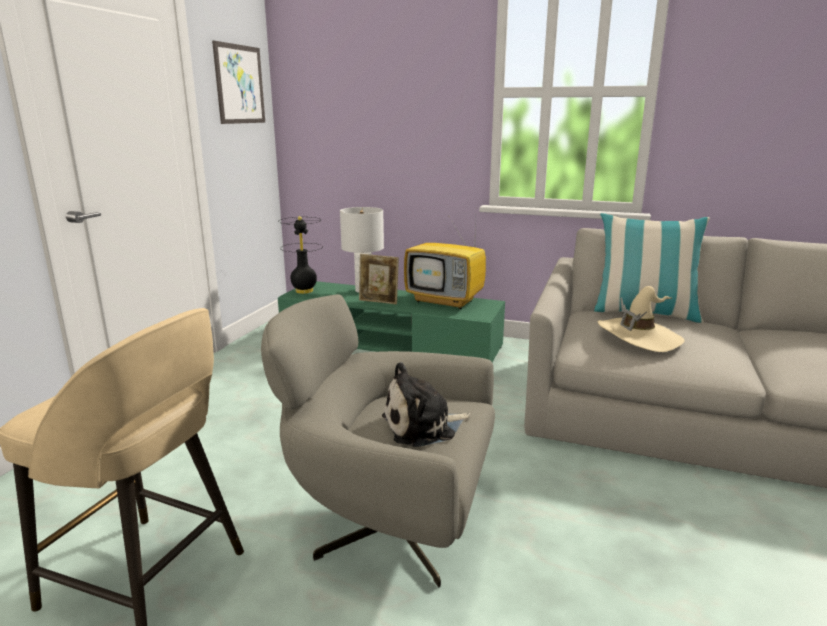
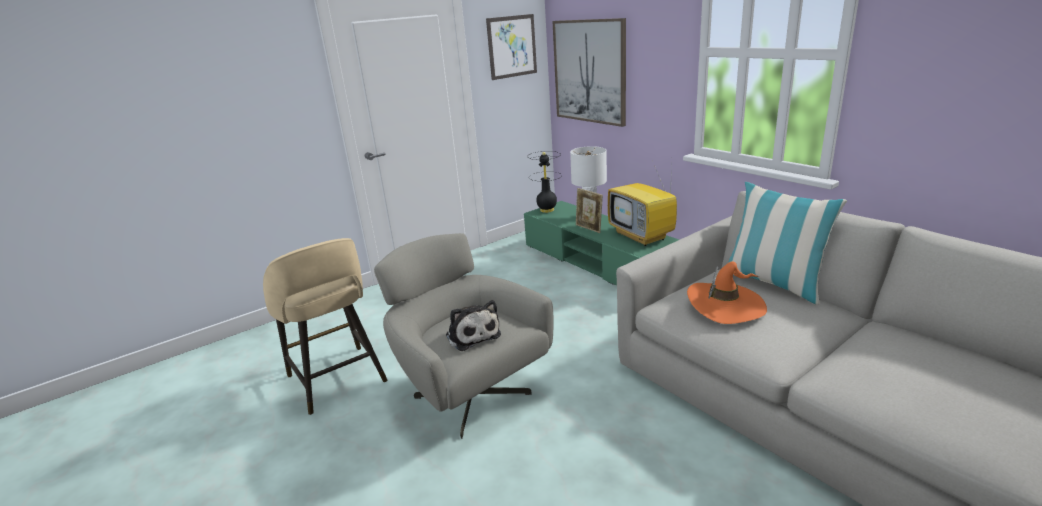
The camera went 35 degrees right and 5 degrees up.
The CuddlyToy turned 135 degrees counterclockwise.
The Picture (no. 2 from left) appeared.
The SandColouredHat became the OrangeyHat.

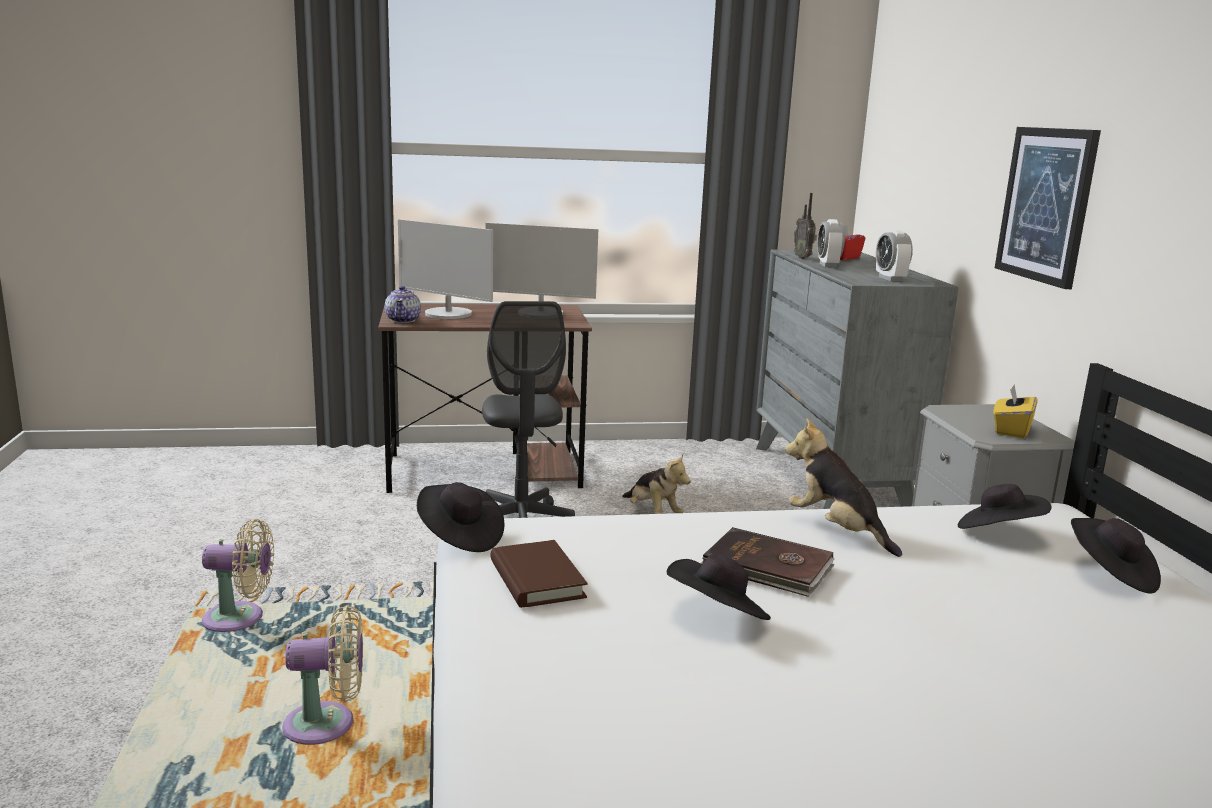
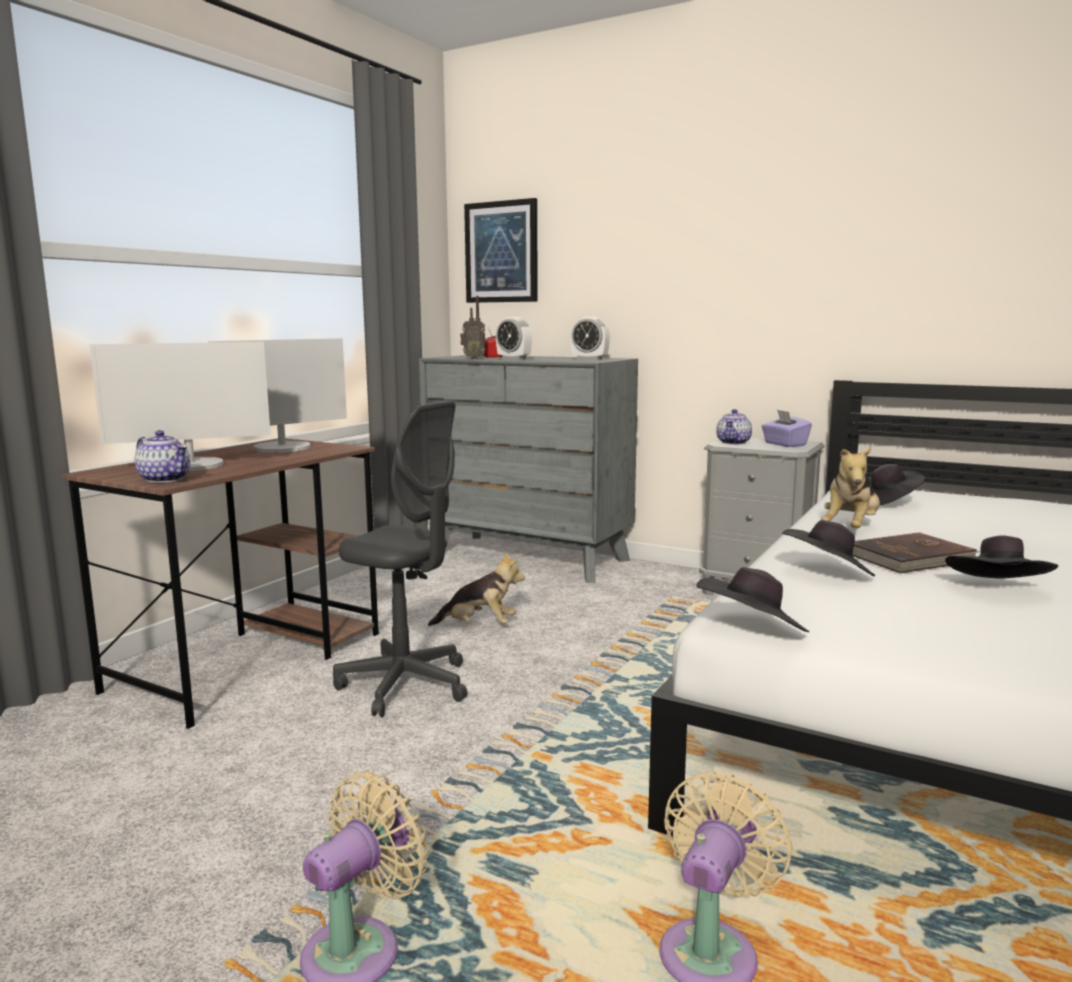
The camera went 50 degrees left and 5 degrees down.
The Picture moved.
The TeaPot (no. 2 from left) appeared.
The YellowColouredBoxOfTissues became the PurpleColouredBoxOfTissues.
The BlackHat (no. 4 from left in the first image) moved.
The CuddlyToy (no. 2 from left) turned 60 degrees counterclockwise.
The BrownColouredVolume (no. 1 from left) disappeared.

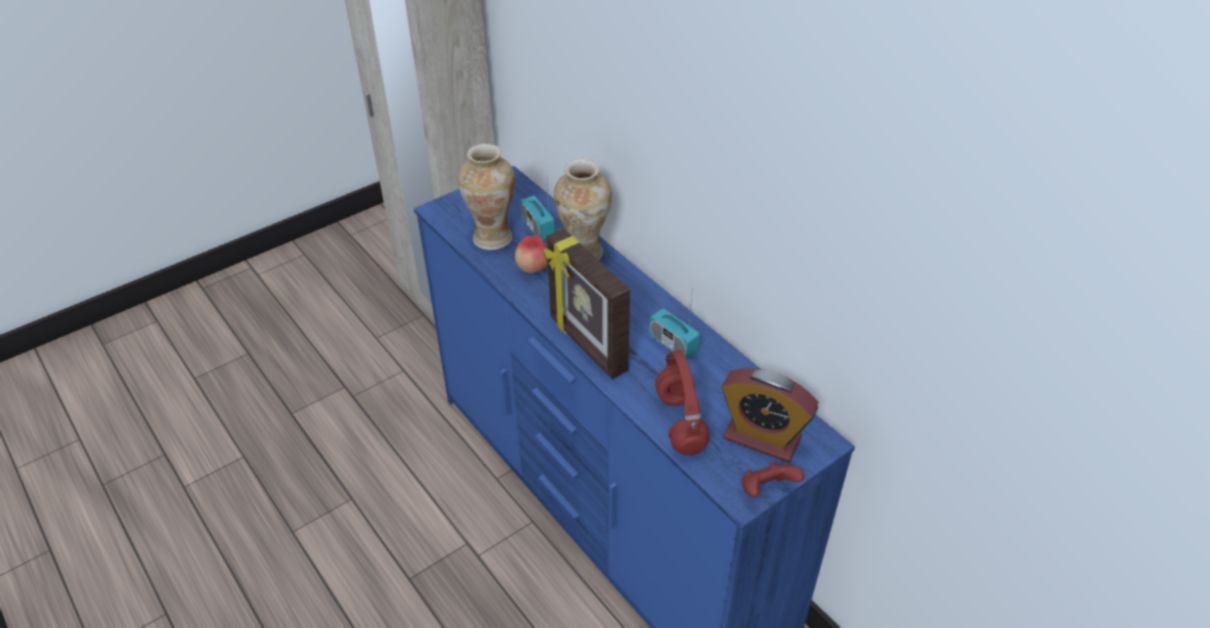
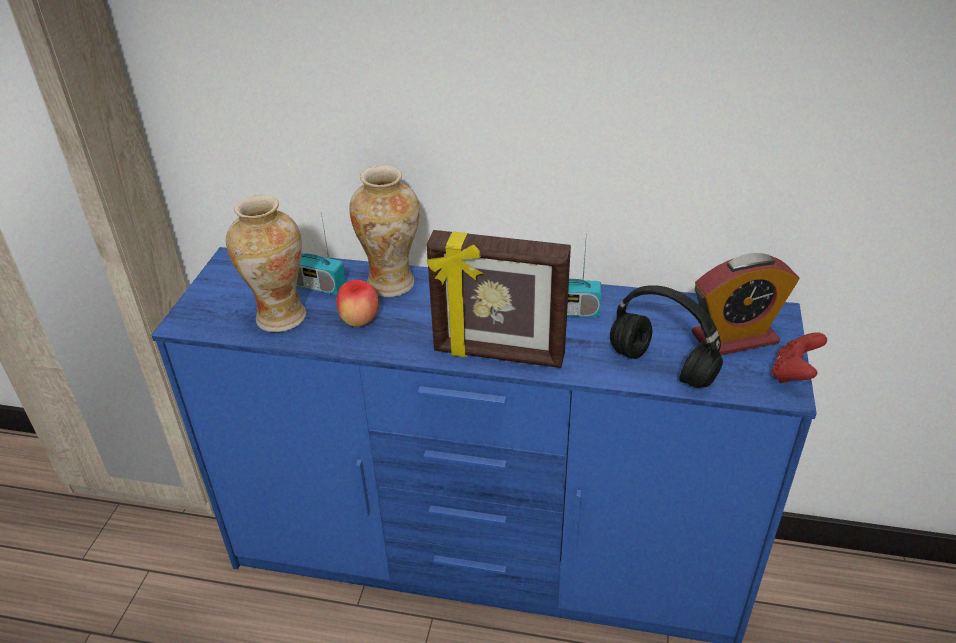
The camera went 40 degrees left and 5 degrees down.
The RedColouredHeadset became the BlackHeadset.

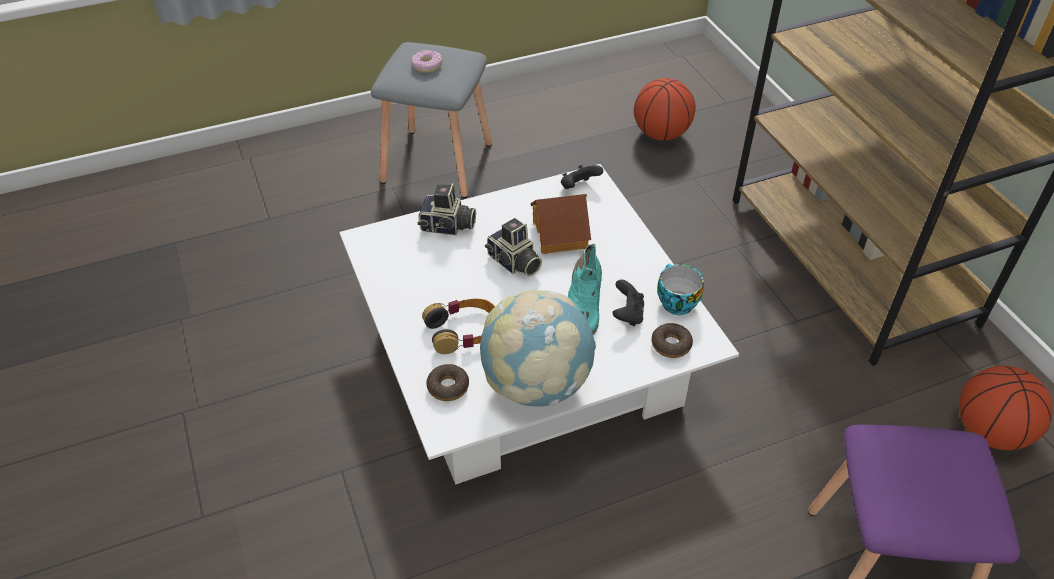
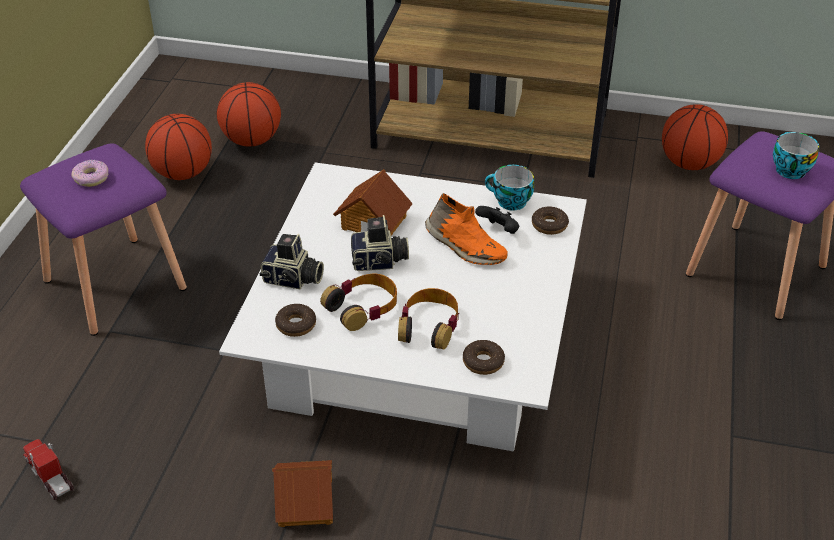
The camera went 55 degrees left and 5 degrees down.
The GreyishStool became the PurpleColouredStool (no. 1 from left).
The ToyLorry appeared.
The BasketballBall (no. 1 from left) appeared.
The StillCamera (no. 1 from left) turned 60 degrees clockwise.
The ModelHouse (no. 1 from left) appeared.
The Doughnut (no. 2 from left) appeared.
The Headset (no. 1 from left) appeared.
The TurquoiseShoe became the OrangeyShoe.
The DrinkingCup (no. 2 from left) appeared.
The DeskGlobe disappeared.
The BlackGamepad (no. 1 from left) disappeared.

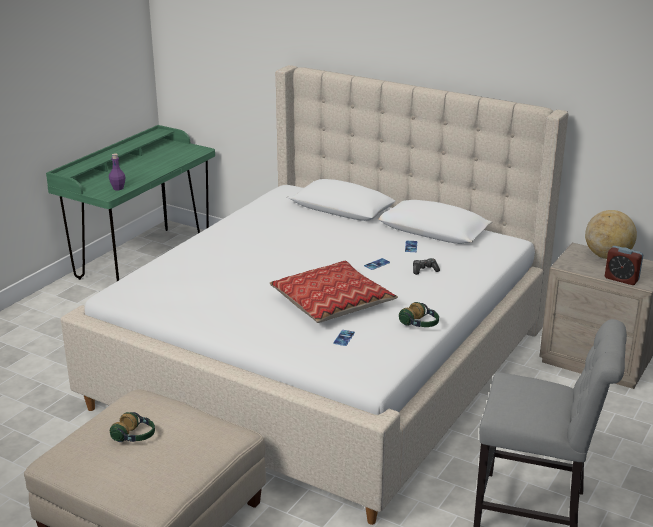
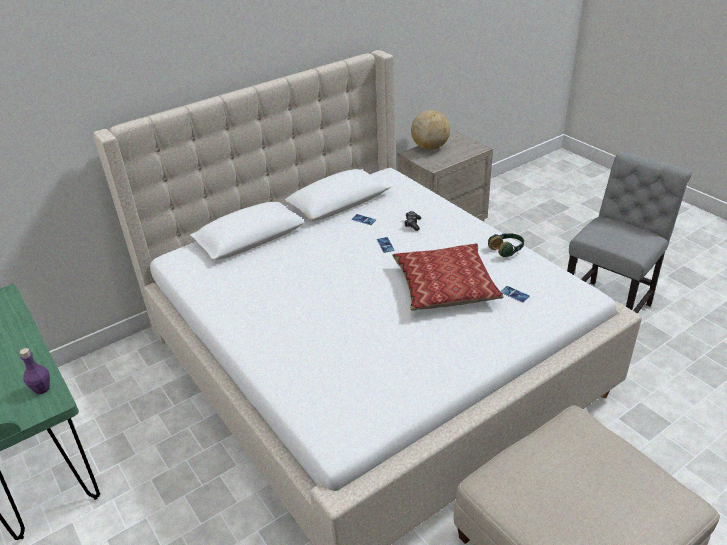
The camera went 65 degrees left and 10 degrees up.
The Headset (no. 1 from left) disappeared.
The AlarmClock disappeared.

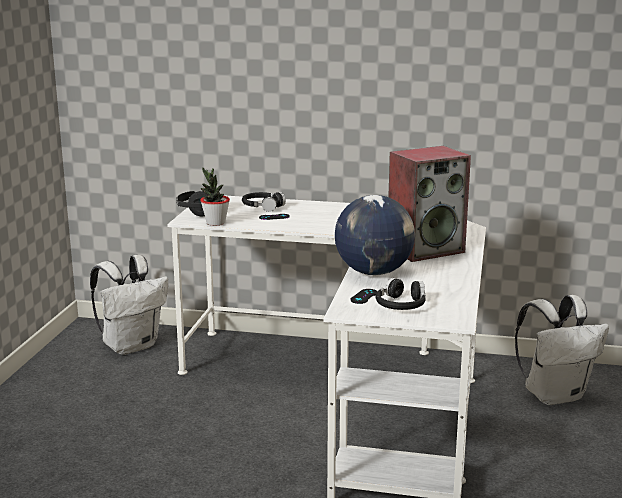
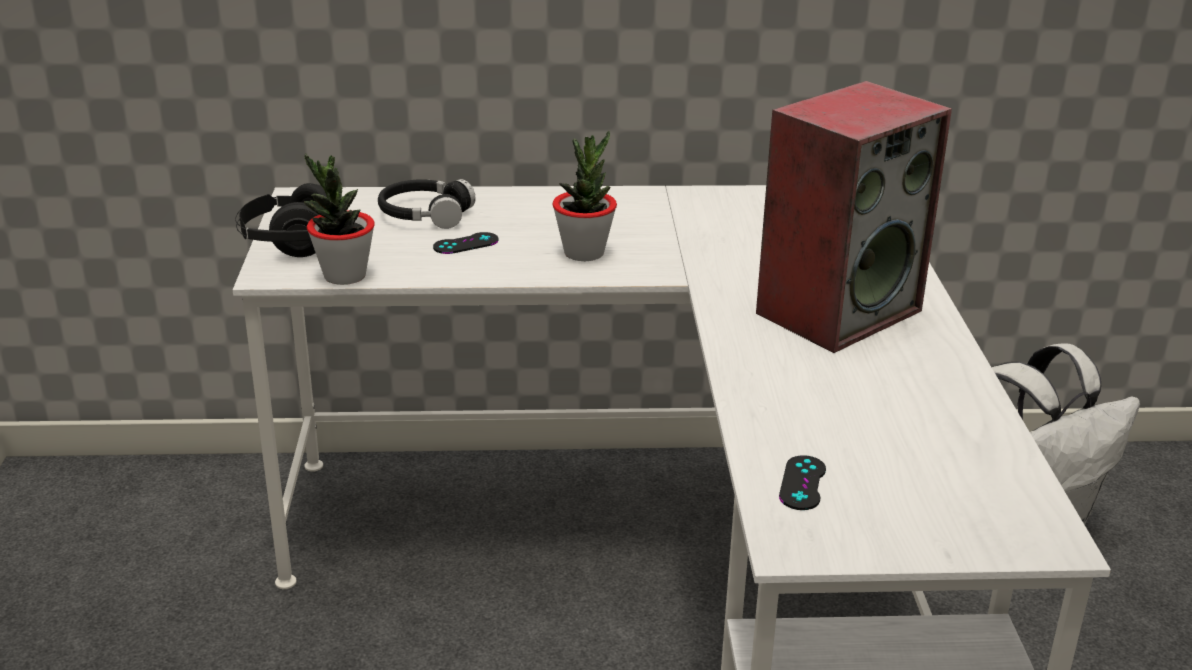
The camera went 15 degrees left and 10 degrees up.
The PlantInAPot (no. 2 from left) appeared.
The WhiteColouredKnapsack (no. 1 from left) disappeared.
The DeskGlobe disappeared.
The BlackHeadset (no. 3 from left) disappeared.

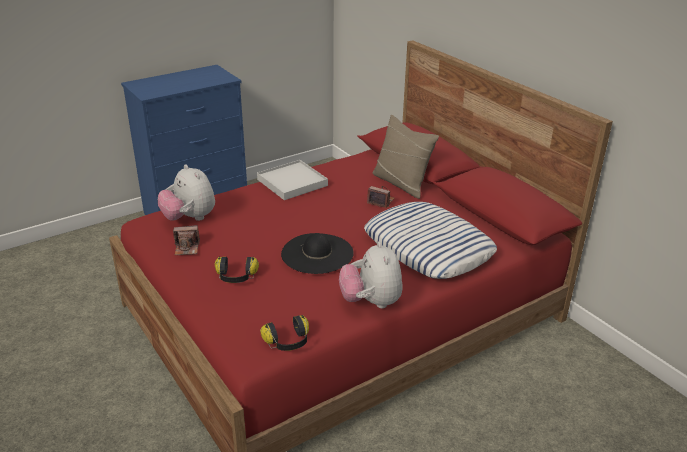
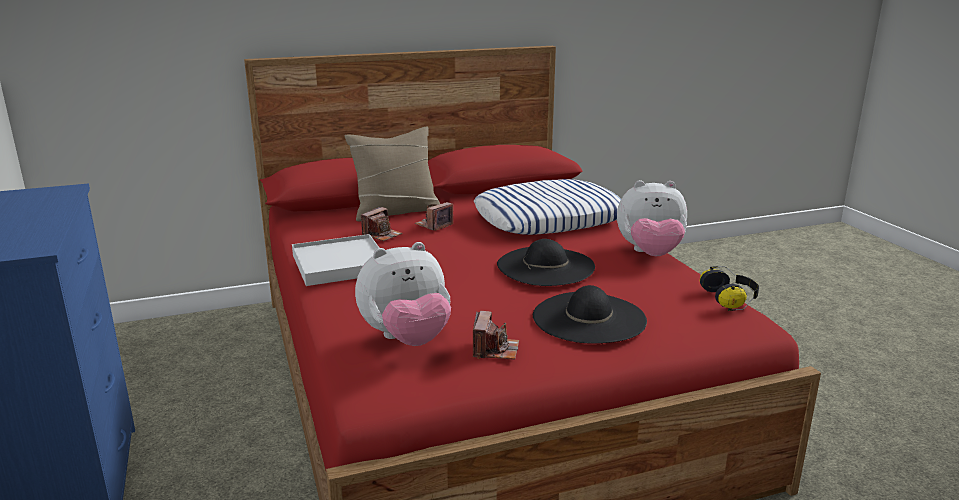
The camera went 75 degrees left and 10 degrees down.
The StillCamera (no. 1 from left) appeared.
The Headset (no. 1 from left) was replaced by the BlackHat (no. 2 from left).

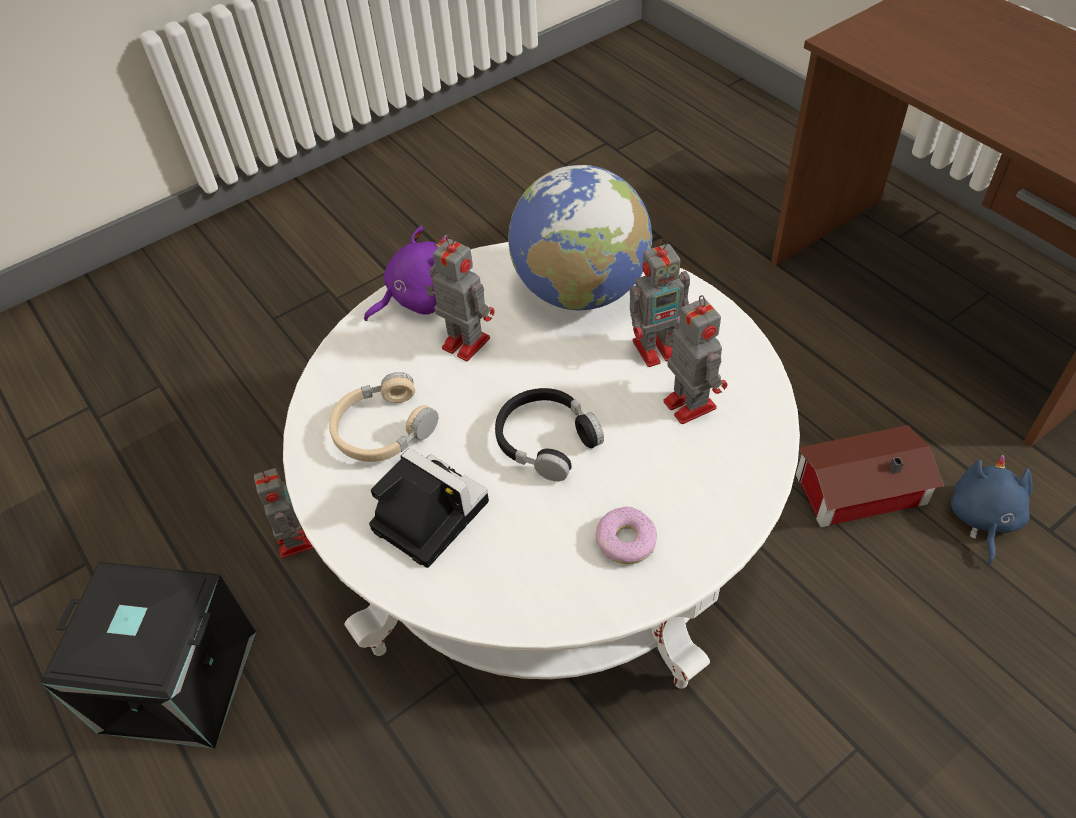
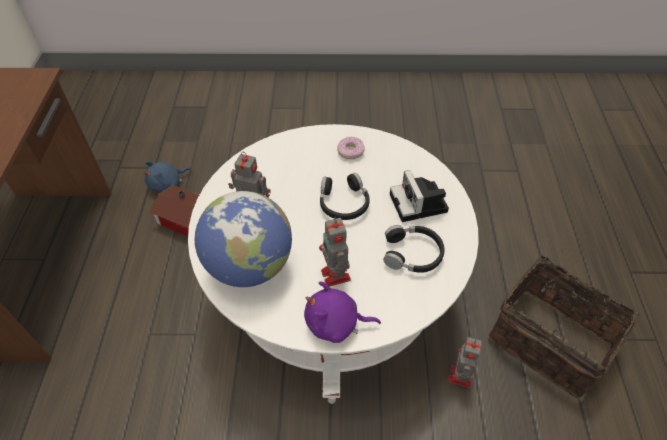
The camera went 145 degrees left and 0 degrees up.
The SandColouredHeadset became the BlackHeadset (no. 2 from left).
The BlackStorageBin was replaced by the Basket.
The RobotFigure (no. 4 from left) disappeared.

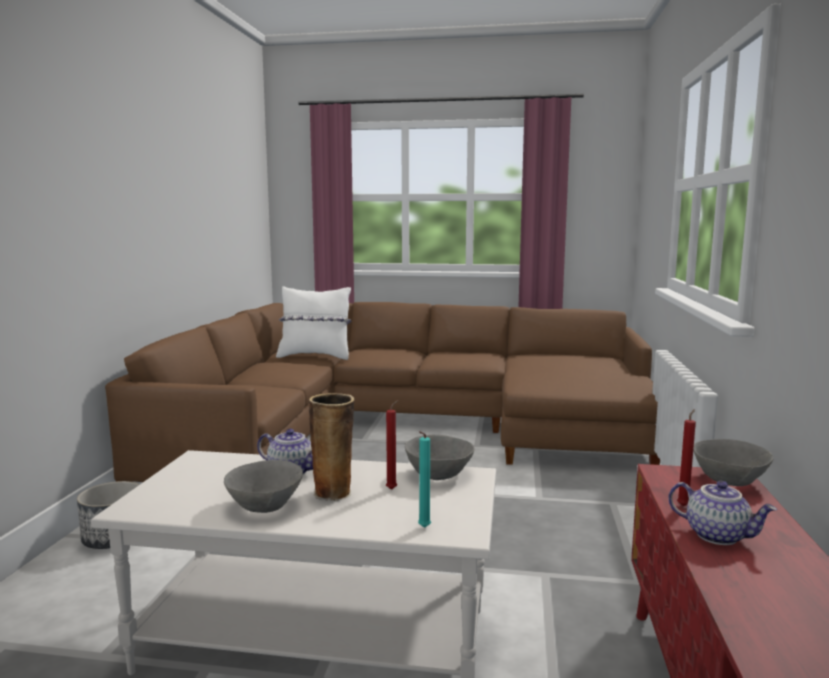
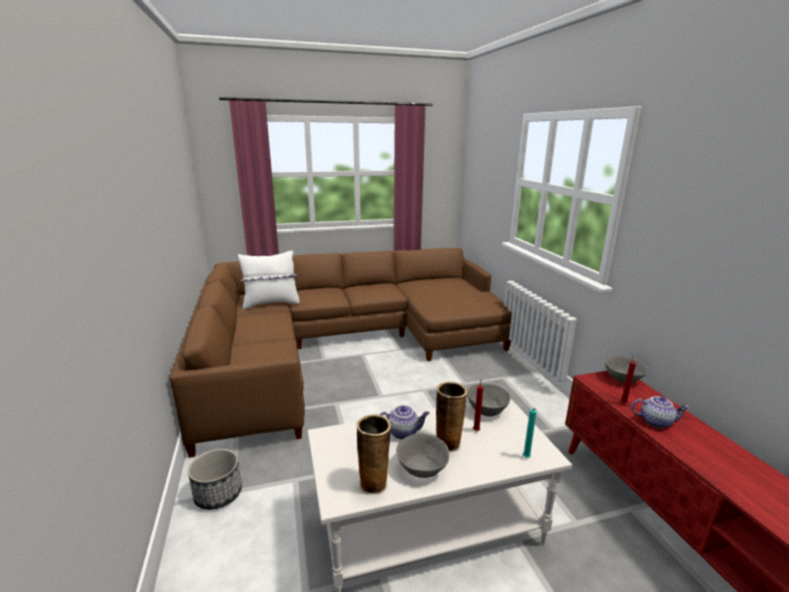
The camera went 25 degrees left and 10 degrees up.
The DecorativeVase (no. 1 from left) appeared.

